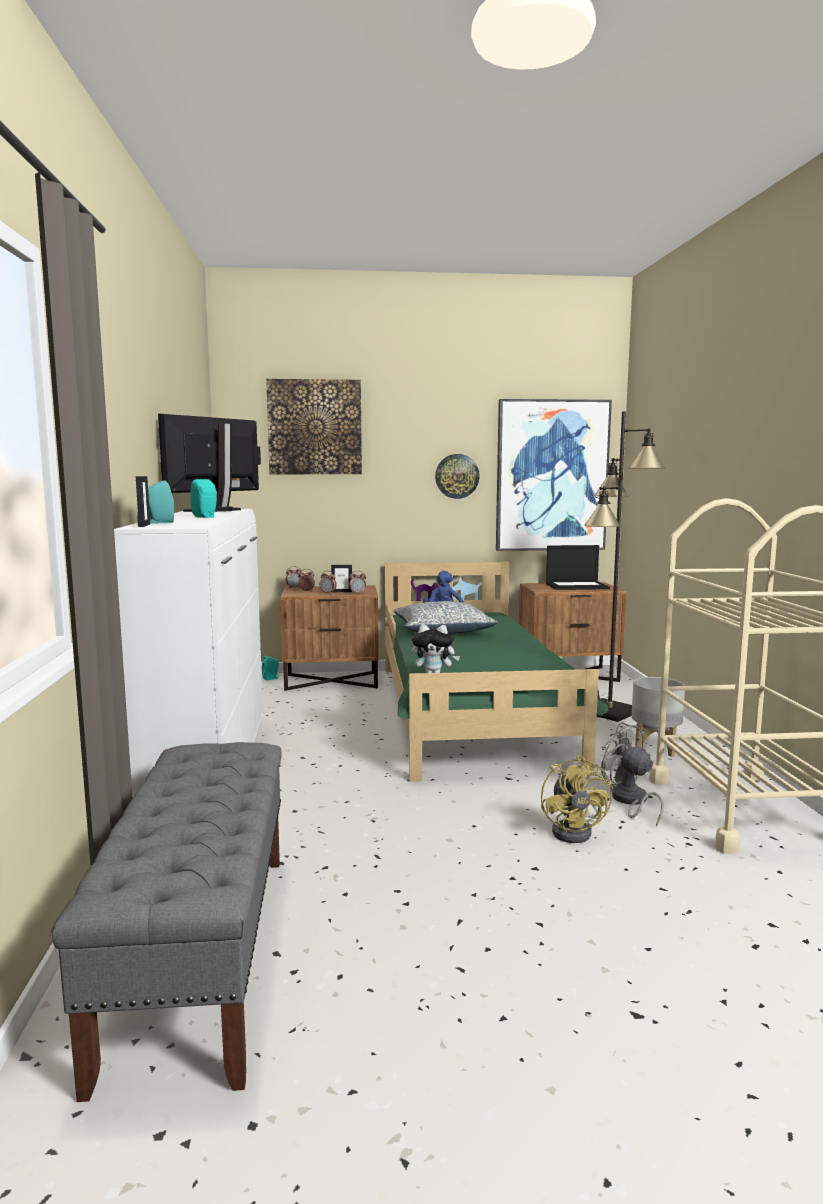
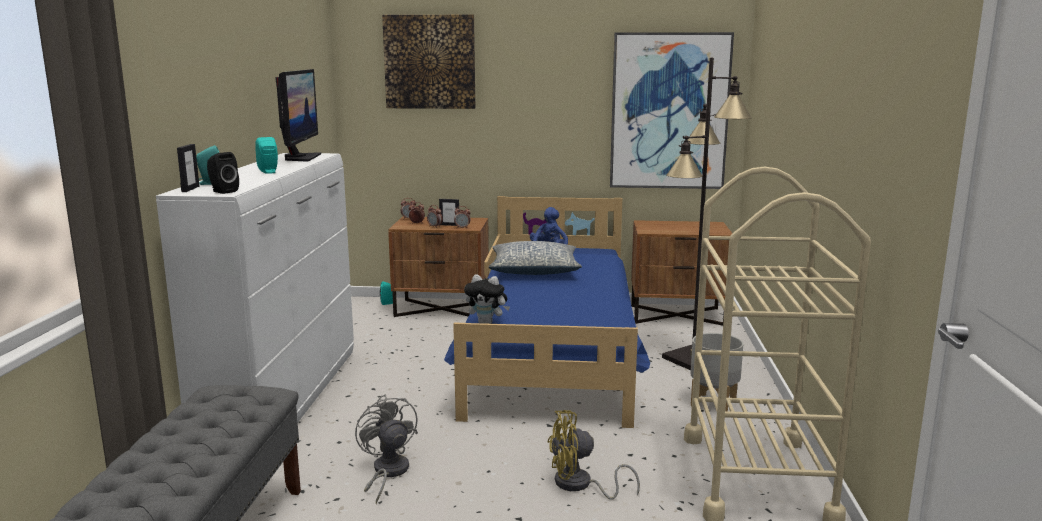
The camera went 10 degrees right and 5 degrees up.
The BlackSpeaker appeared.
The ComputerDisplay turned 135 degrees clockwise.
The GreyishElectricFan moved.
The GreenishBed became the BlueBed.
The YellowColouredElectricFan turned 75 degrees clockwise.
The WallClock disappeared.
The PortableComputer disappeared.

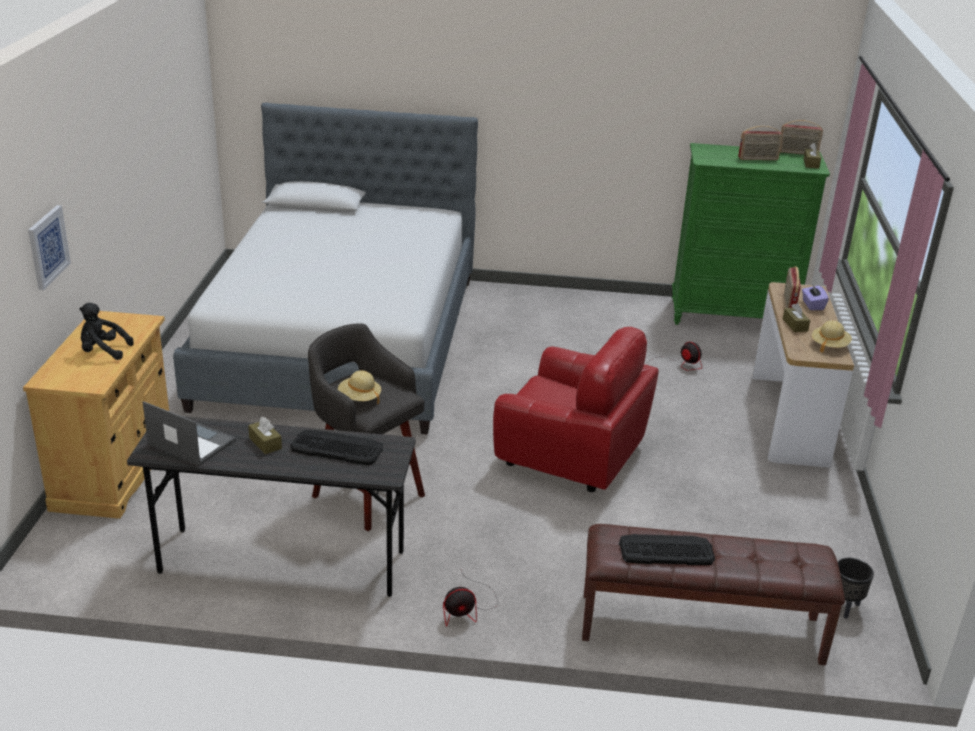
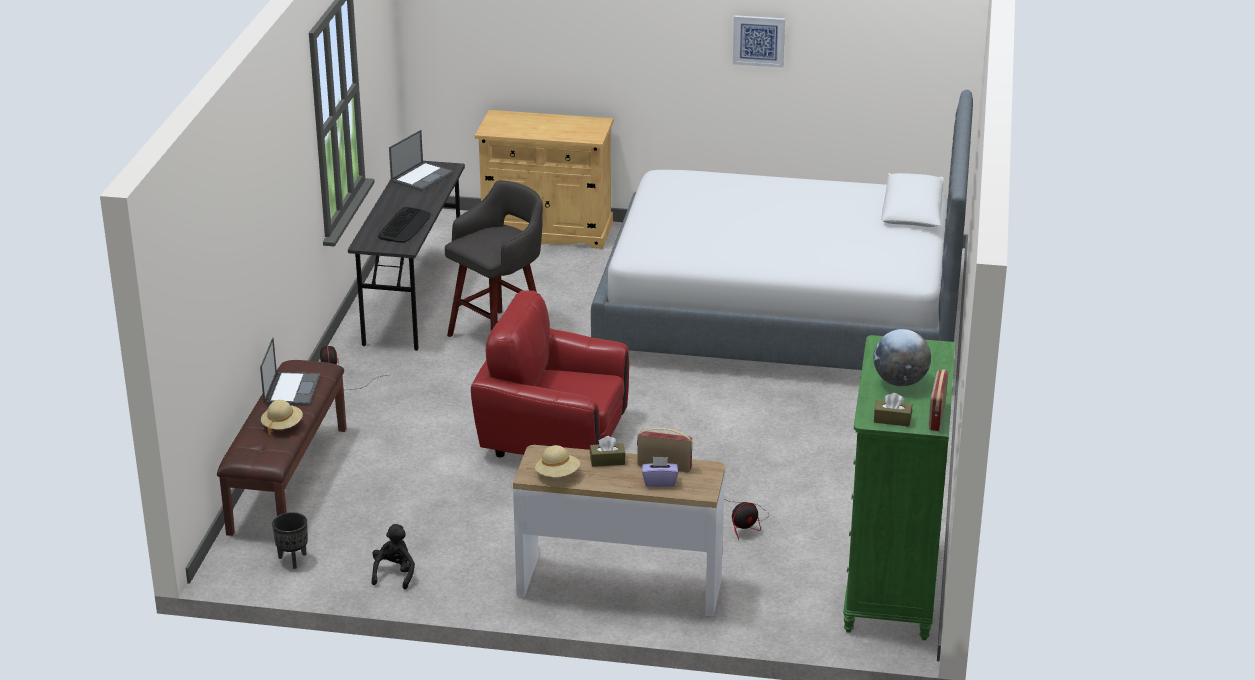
The camera went 95 degrees right and 0 degrees up.
The ComputerKeyboard (no. 2 from left) was replaced by the PortableComputer (no. 1 from left).
The SandColouredHat (no. 1 from left) moved.
The BlackCuddlyToy moved.
The RedColouredLoungeChair turned 75 degrees clockwise.
The Picture moved.
The RadioReceiver (no. 1 from left) was replaced by the DeskGlobe.
The BrownColouredBoxOfTissues (no. 1 from left) disappeared.

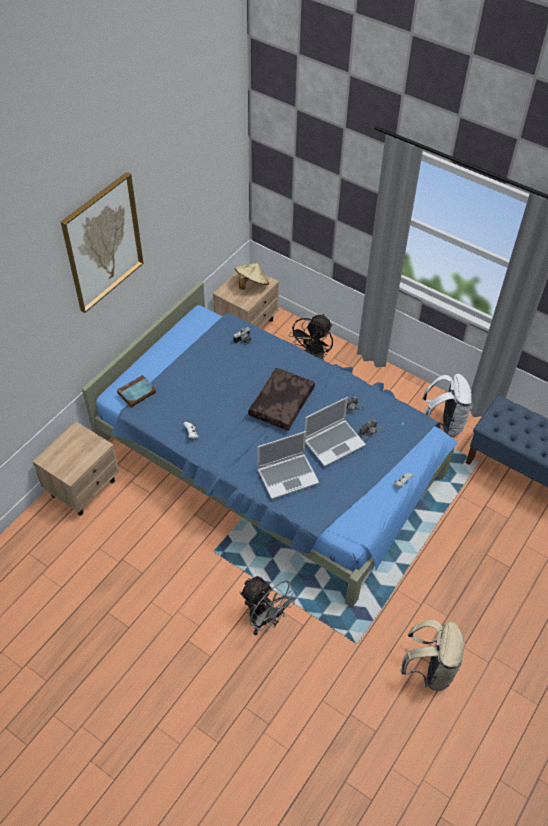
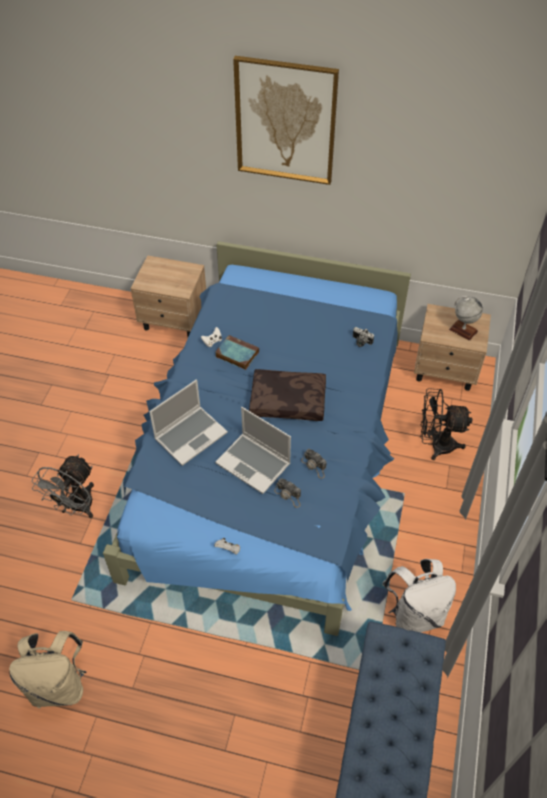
The camera went 70 degrees right and 0 degrees up.
The PortableComputer (no. 1 from left) turned 90 degrees counterclockwise.
The Volume moved.
The SandColouredHat was replaced by the DeskGlobe.

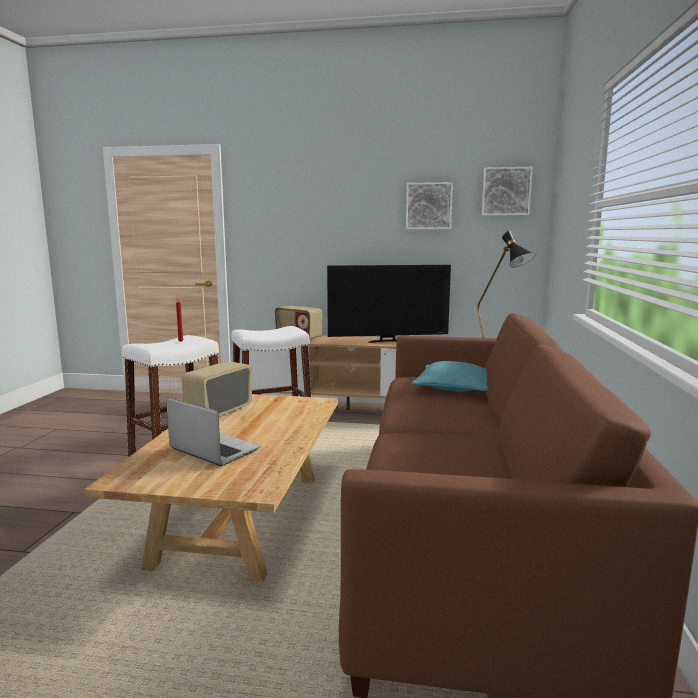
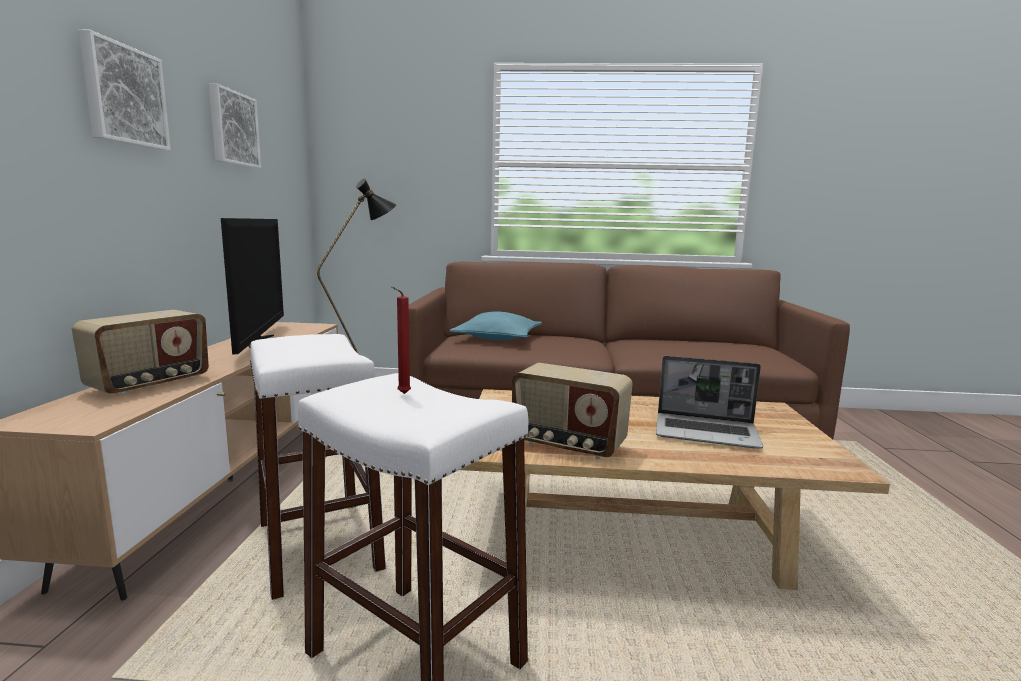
The camera went 95 degrees left and 0 degrees up.
The Picture (no. 2 from left in the first image) moved.
The PortableComputer turned 105 degrees counterclockwise.

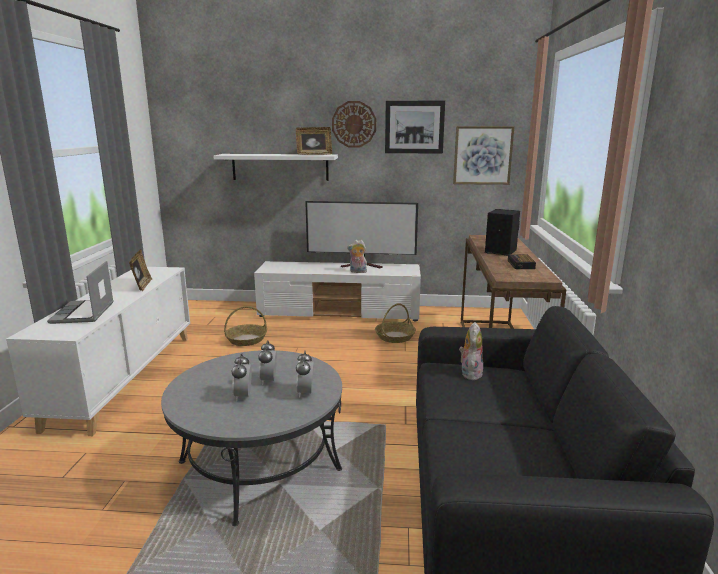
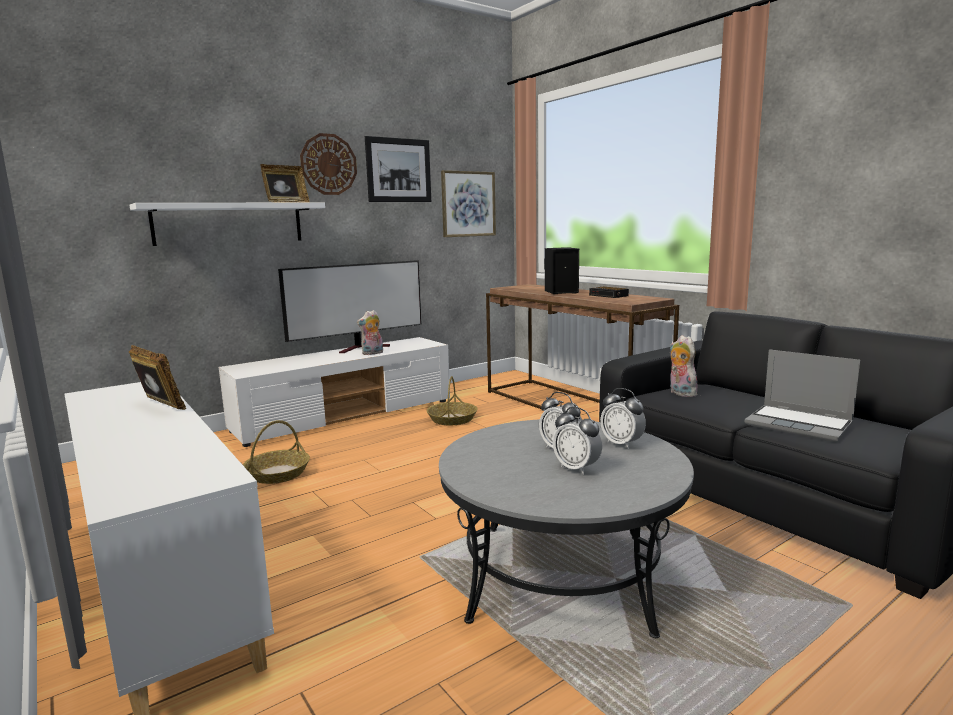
The camera went 40 degrees left and 5 degrees down.
The PortableComputer moved.

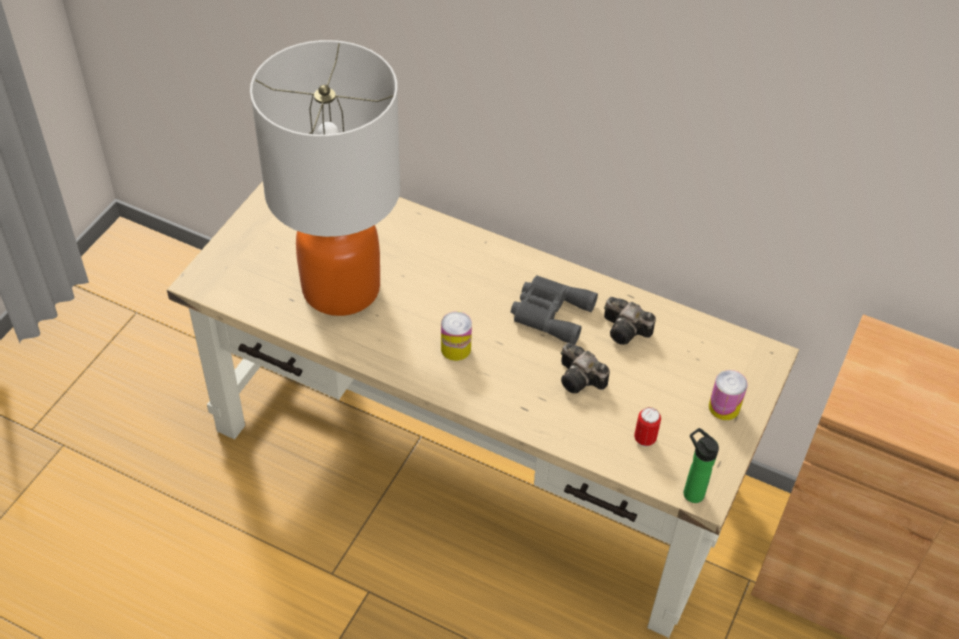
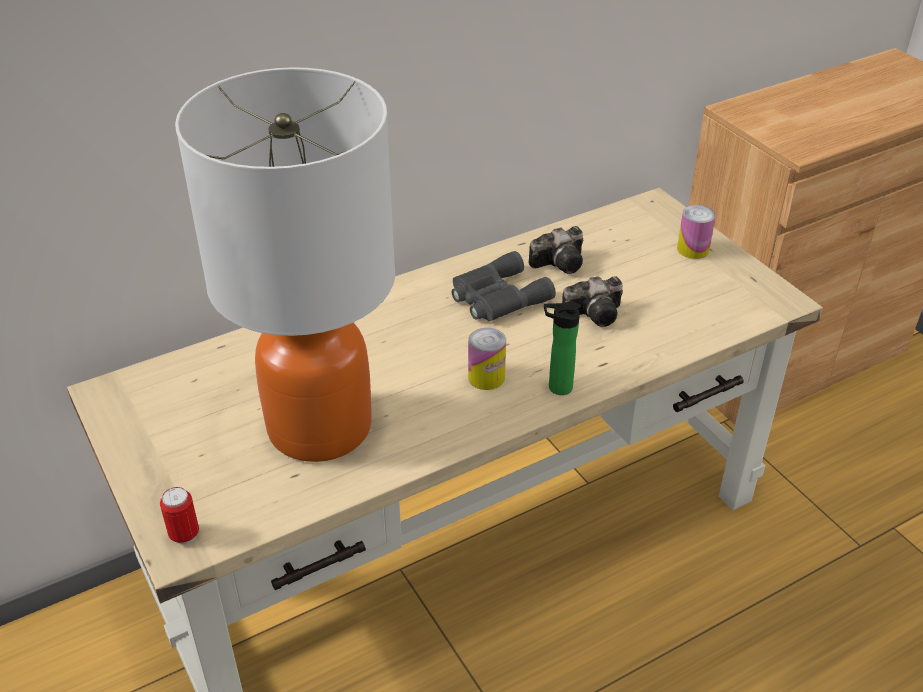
The camera went 55 degrees left and 10 degrees down.
The Can (no. 2 from left in the first image) moved.
The Bottle moved.

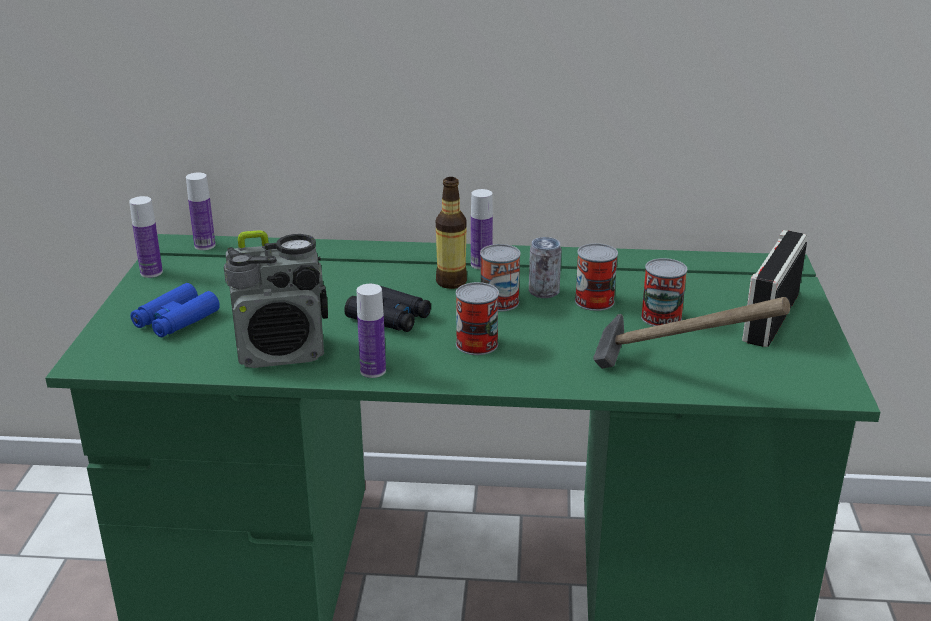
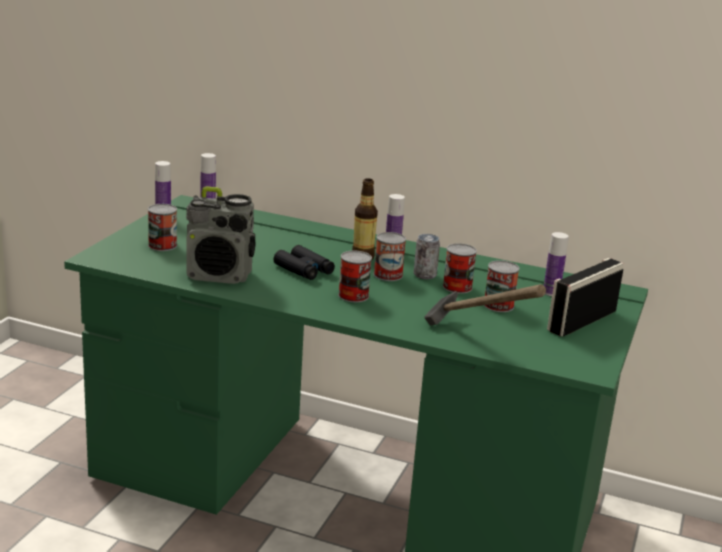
The camera went 15 degrees right and 5 degrees down.
The BlueBinoculars was replaced by the Can (no. 1 from left).
The Bottle (no. 3 from left in the first image) moved.

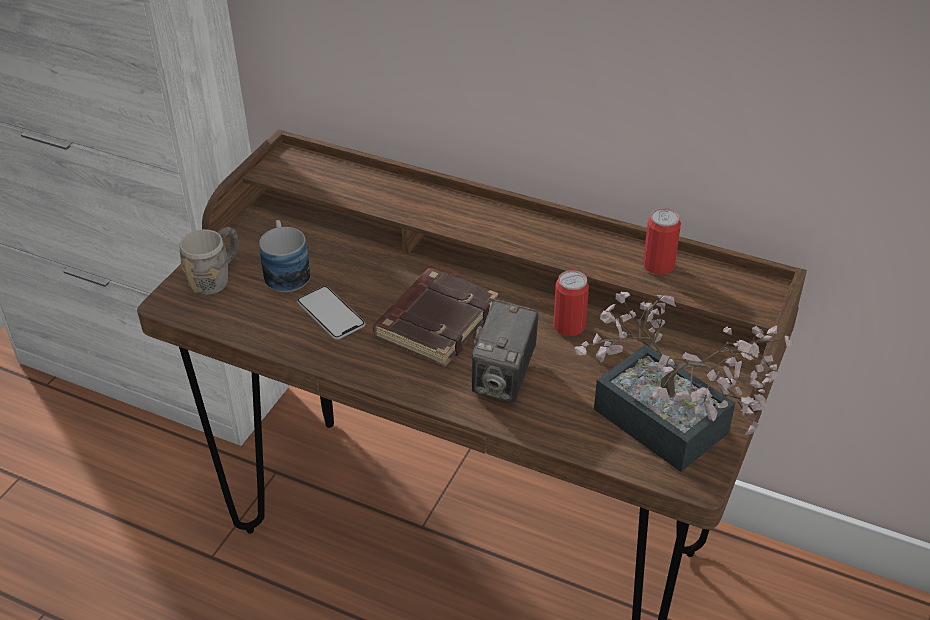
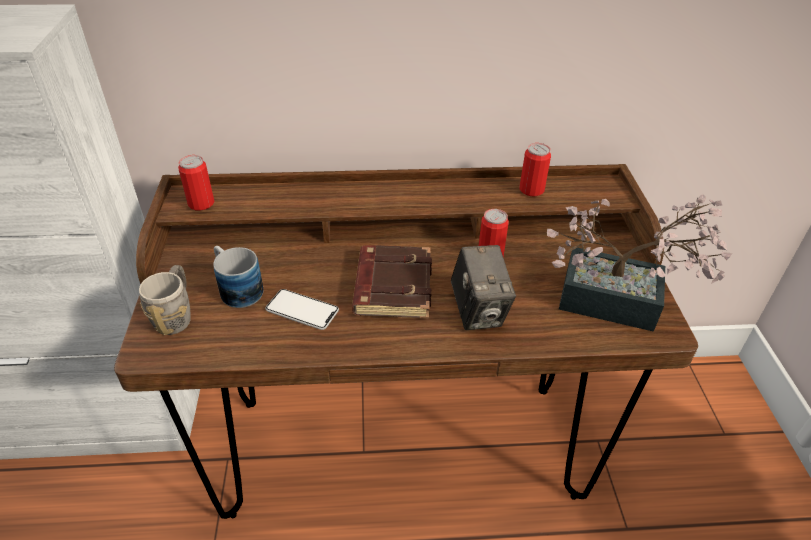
The camera went 30 degrees left and 0 degrees up.
The Can (no. 1 from left) appeared.

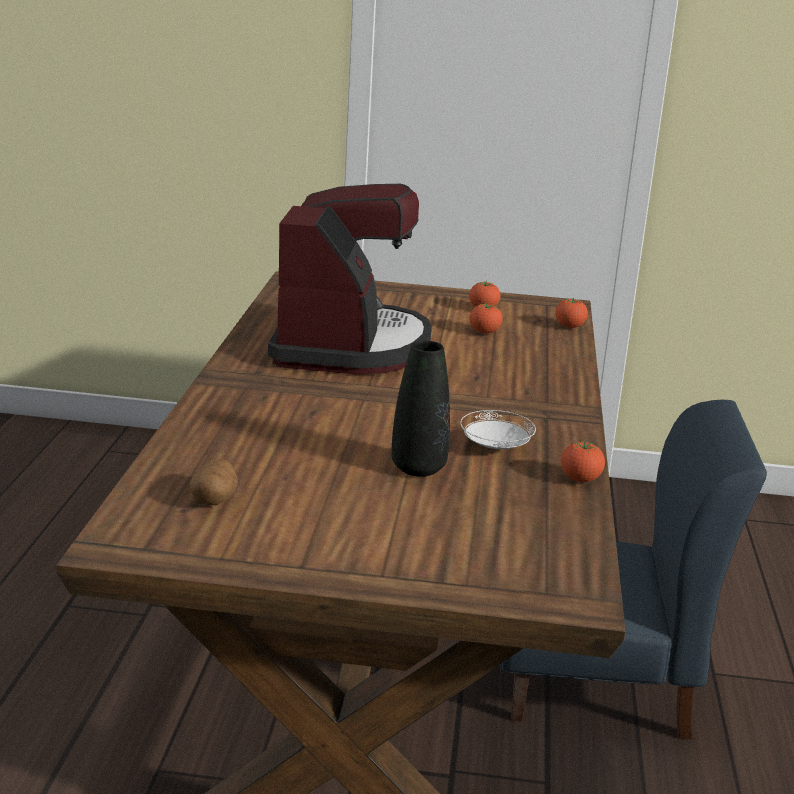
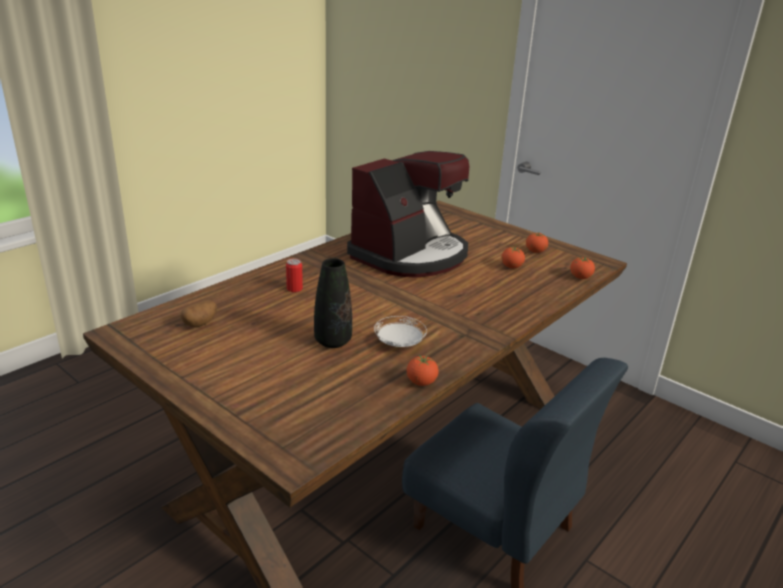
The camera went 35 degrees right and 5 degrees up.
The Can appeared.

